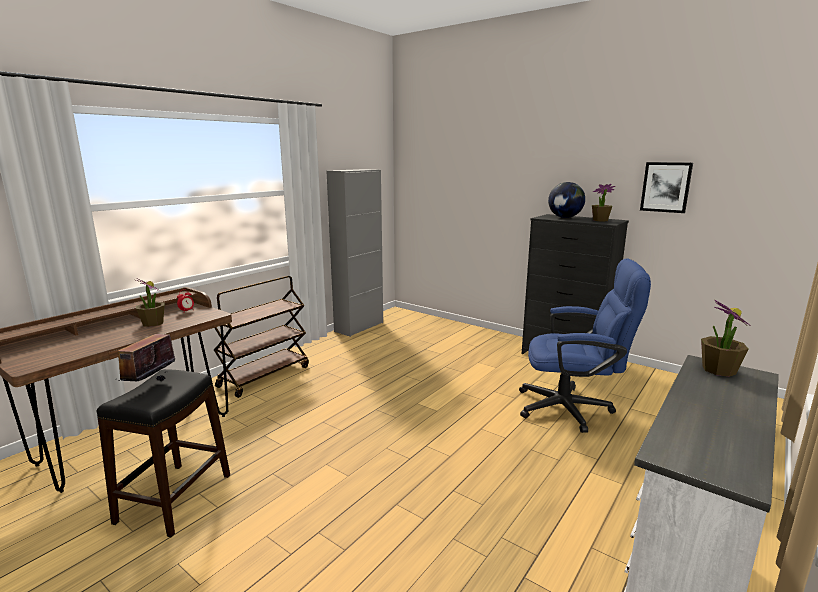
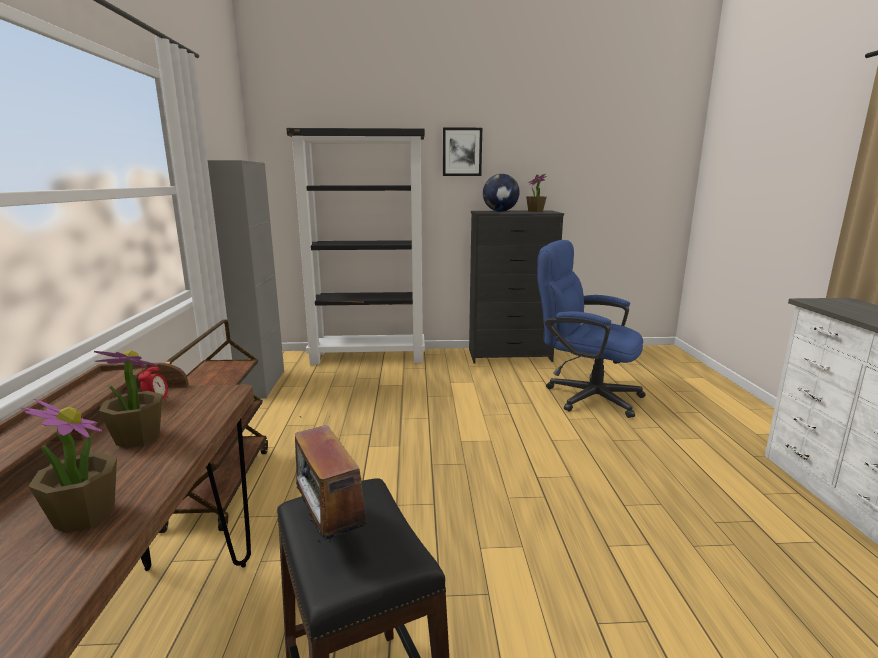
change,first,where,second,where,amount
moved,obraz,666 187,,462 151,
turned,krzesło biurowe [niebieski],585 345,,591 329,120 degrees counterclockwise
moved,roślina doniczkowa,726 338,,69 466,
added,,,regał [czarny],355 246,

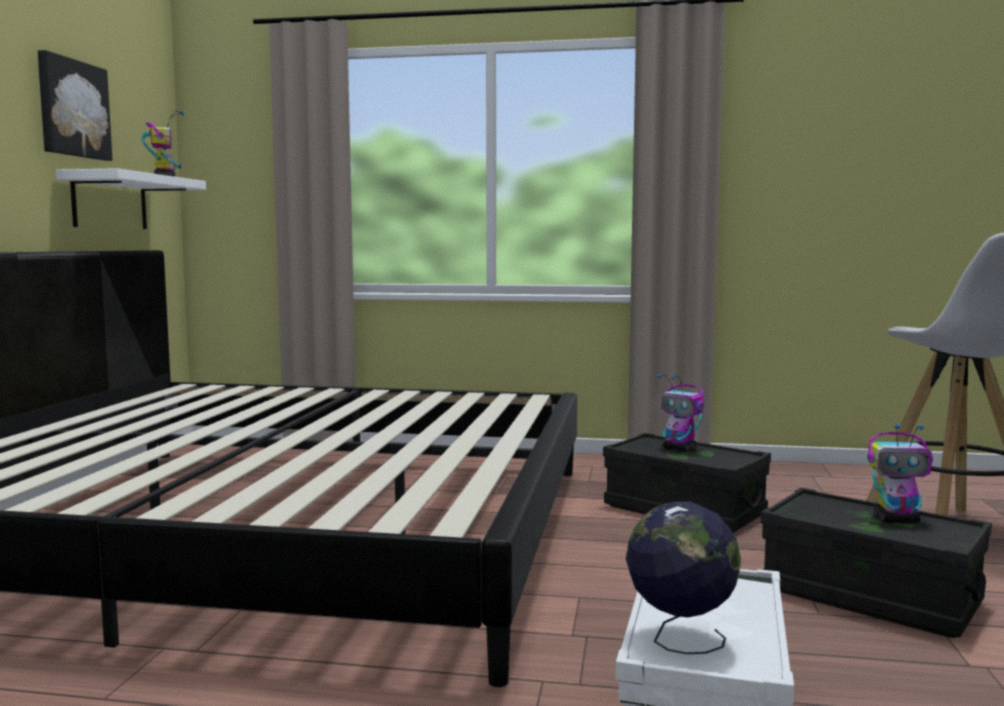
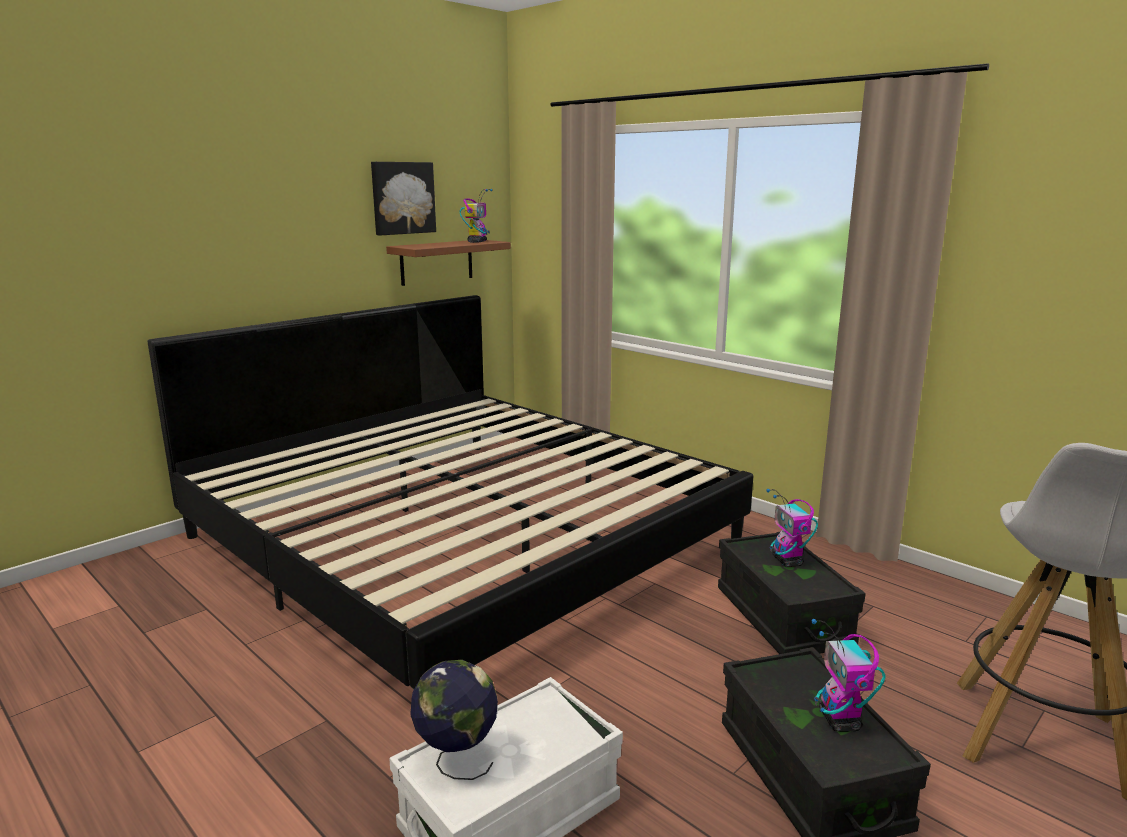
change,first,where,second,where,amount
recoloured,półka [biały],131 198,półka [brązowy],448 263,
turned,robot zabawkowy,900 473,,848 675,45 degrees clockwise

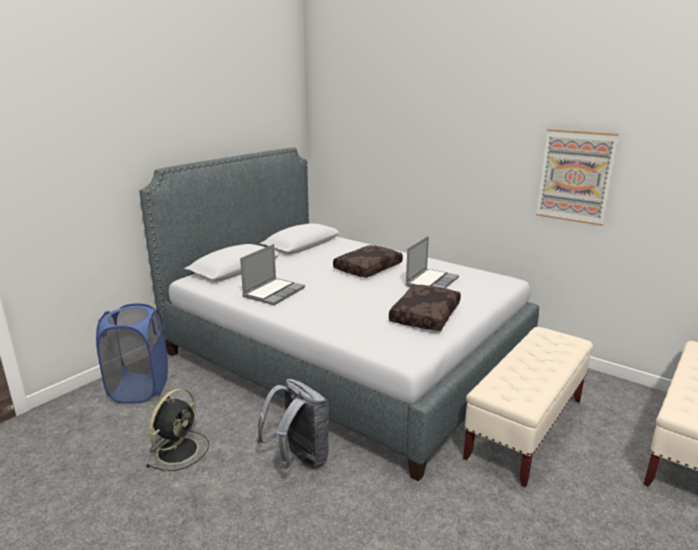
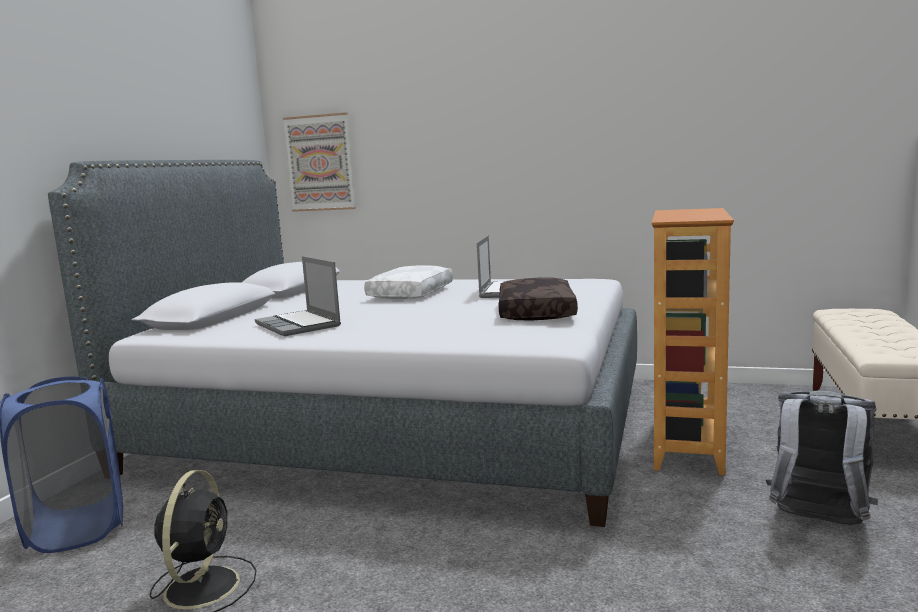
change,first,where,second,where,amount
moved,obraz,577 177,,319 162,
turned,laptop,272 274,,298 296,135 degrees clockwise
recoloured,poduszka [brązowy],368 261,poduszka [biały],408 282,
replaced,ławka [beżowy],528 407,regał,692 341,
moved,plecak [szary],293 424,,822 457,

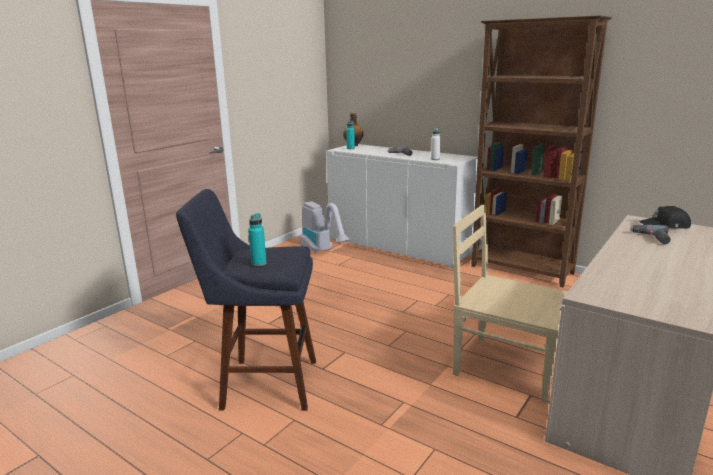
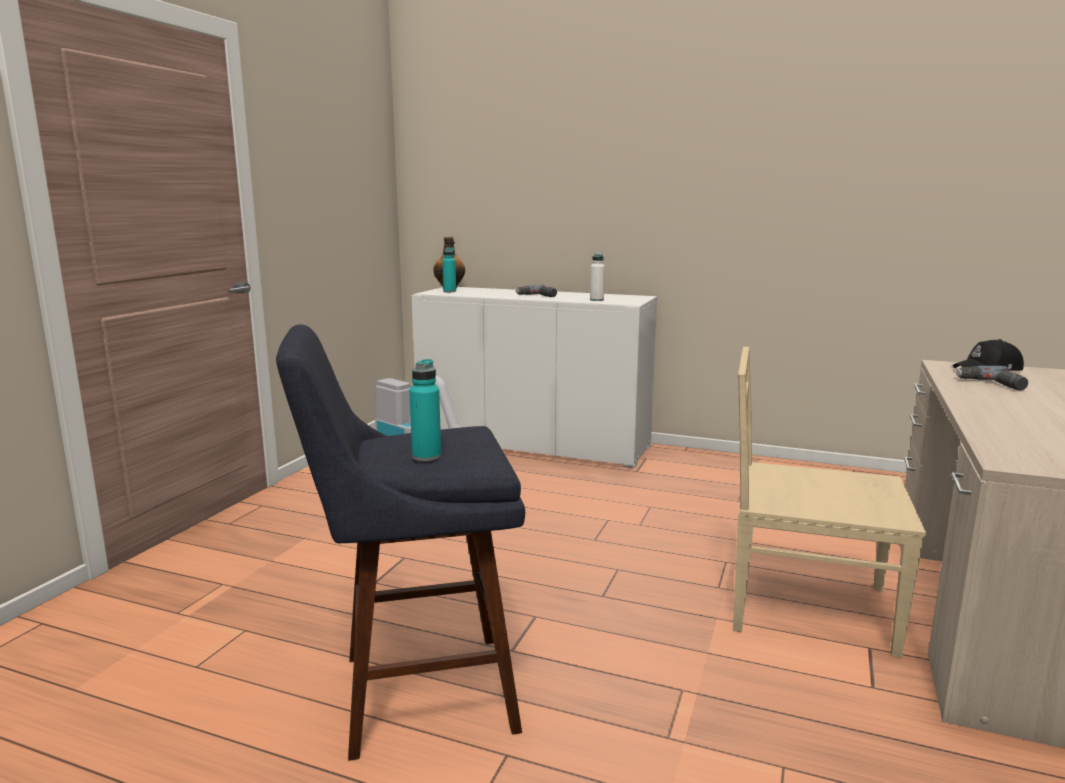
change,first,where,second,where,amount
removed,regał [brązowy],541 151,,,

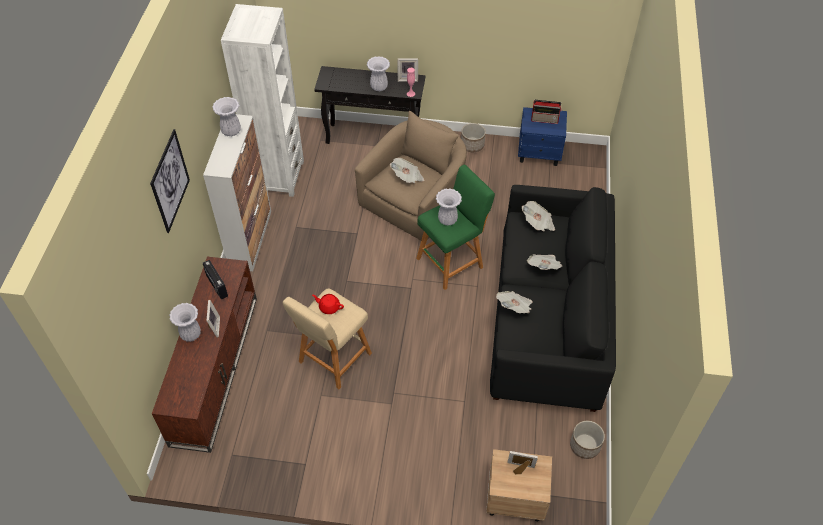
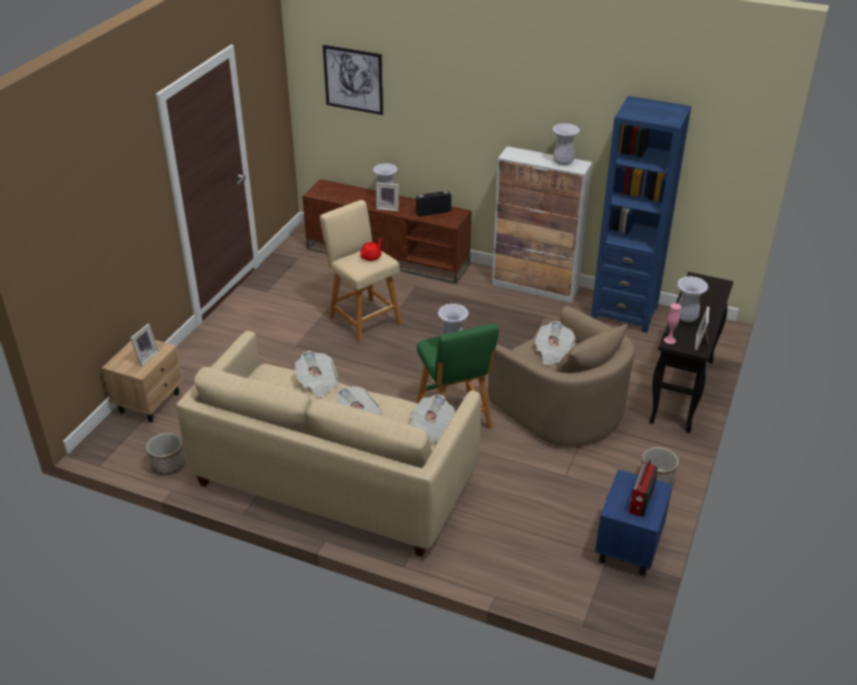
change,first,where,second,where,amount
recoloured,regał [biały],262 100,regał [niebieski],641 214,
moved,obraz,170 181,,353 80,
recoloured,kanapa [czarny],553 298,kanapa [beżowy],328 444,

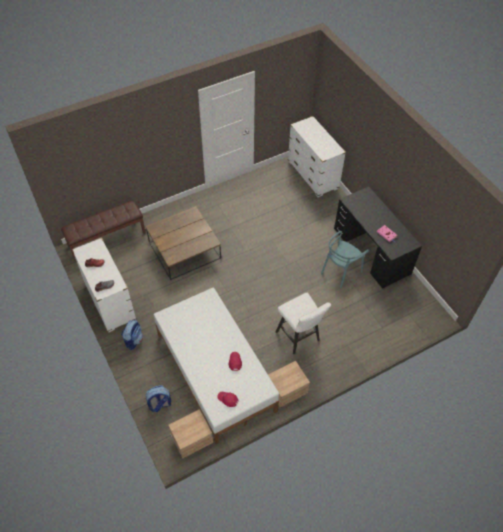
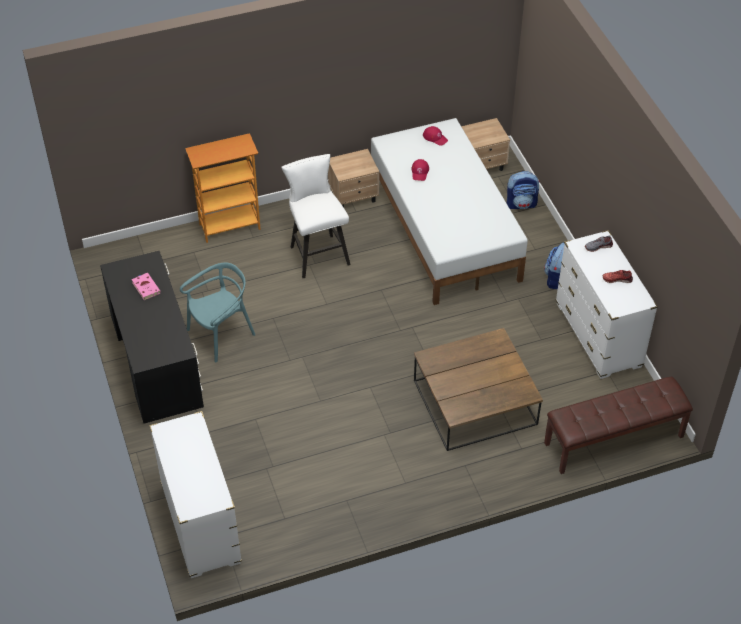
change,first,where,second,where,amount
added,,,regał,223 188,

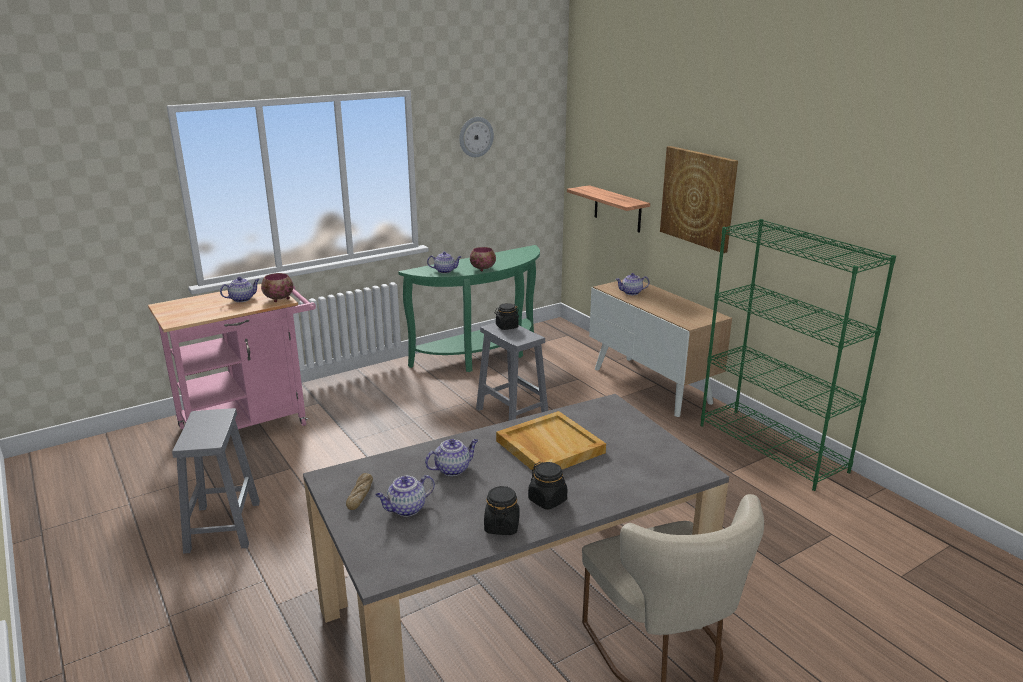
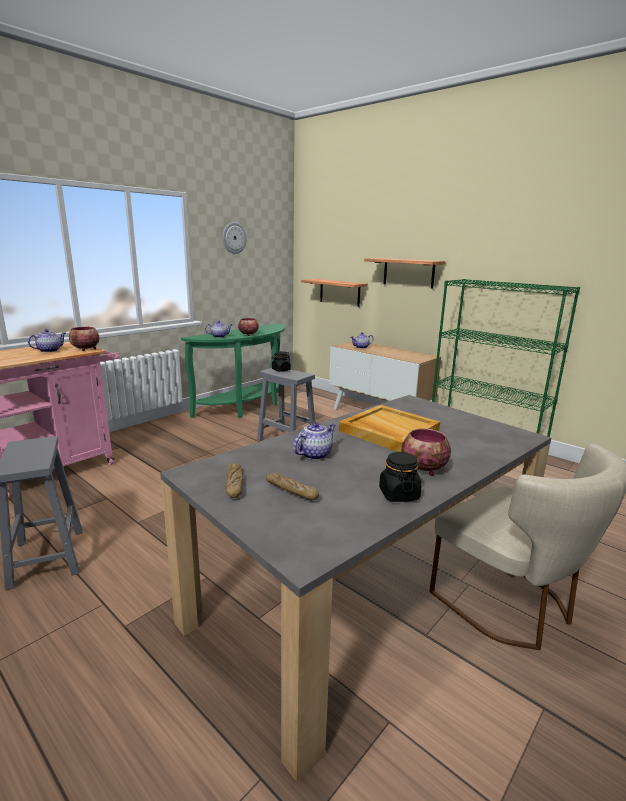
change,first,where,second,where,amount
replaced,obraz,699 199,półka,404 273,
replaced,słoik [czarny],547 486,miska,426 452,
replaced,imbryk,405 496,chleb,292 486,

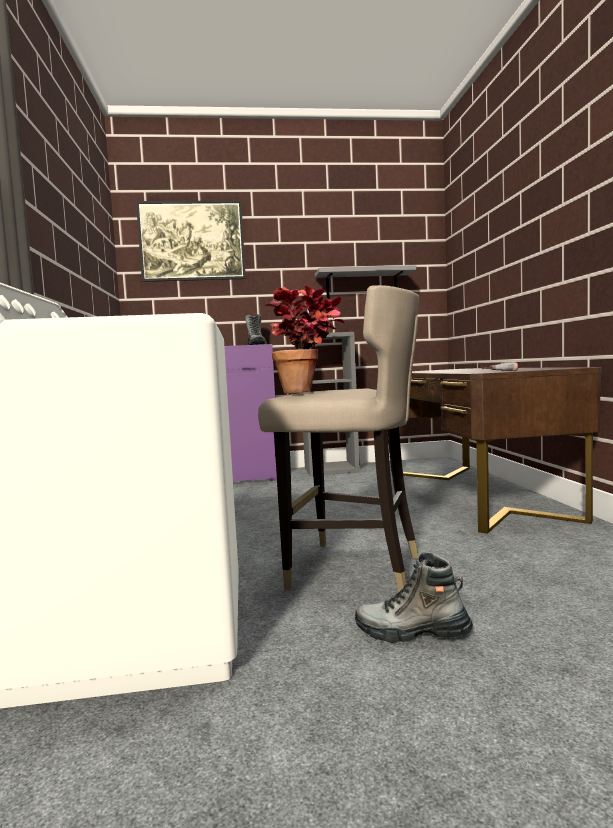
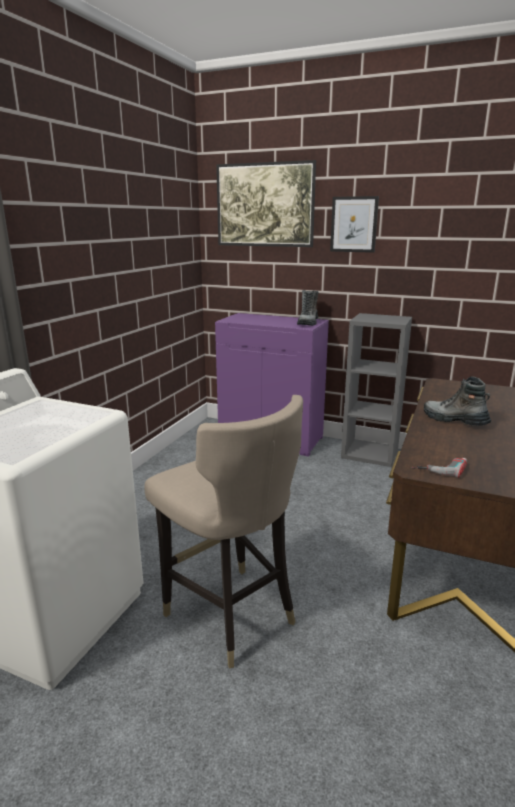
change,first,where,second,where,amount
removed,półka [szary],365 282,,,
removed,roślina doniczkowa,305 340,,,
moved,but z cholewką,414 597,,457 401,
added,,,obraz,354 224,

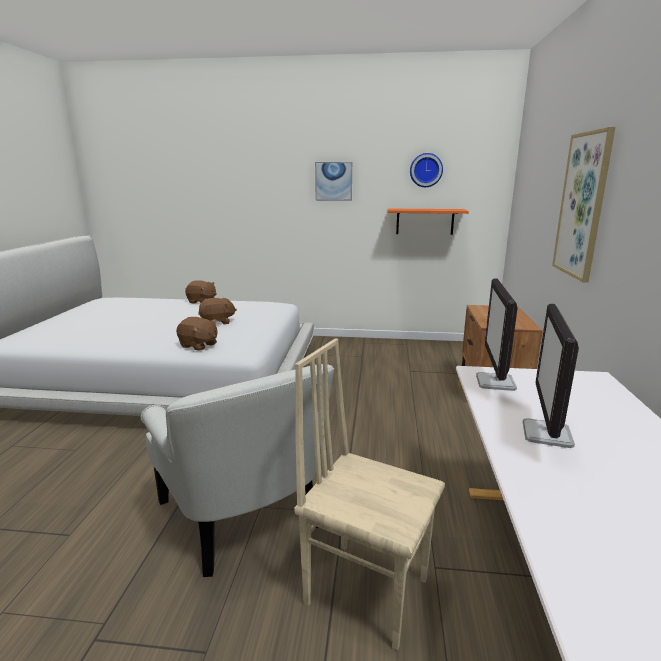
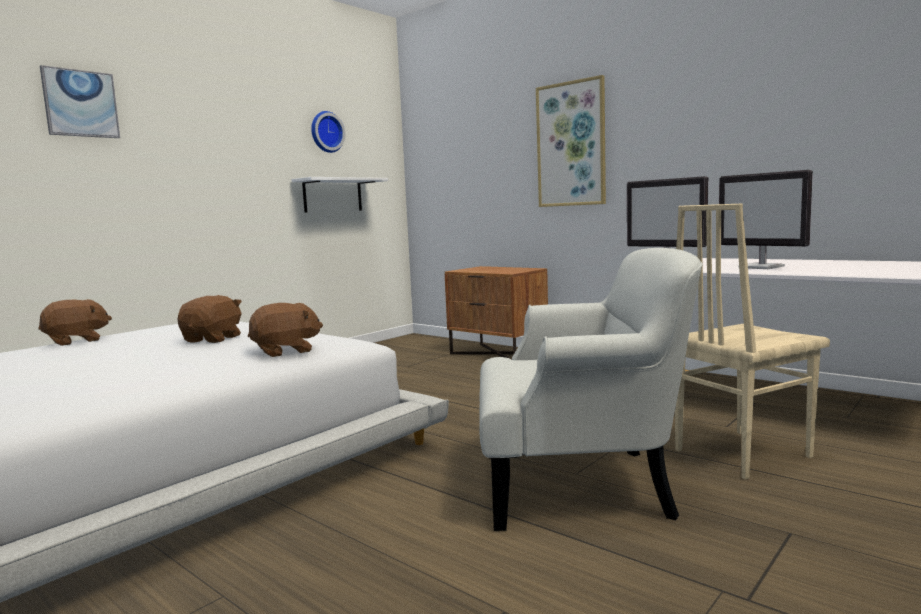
change,first,where,second,where,amount
moved,obraz,333 181,,80 101,
recoloured,półka [pomarańczowy],428 222,półka [biały],339 194,

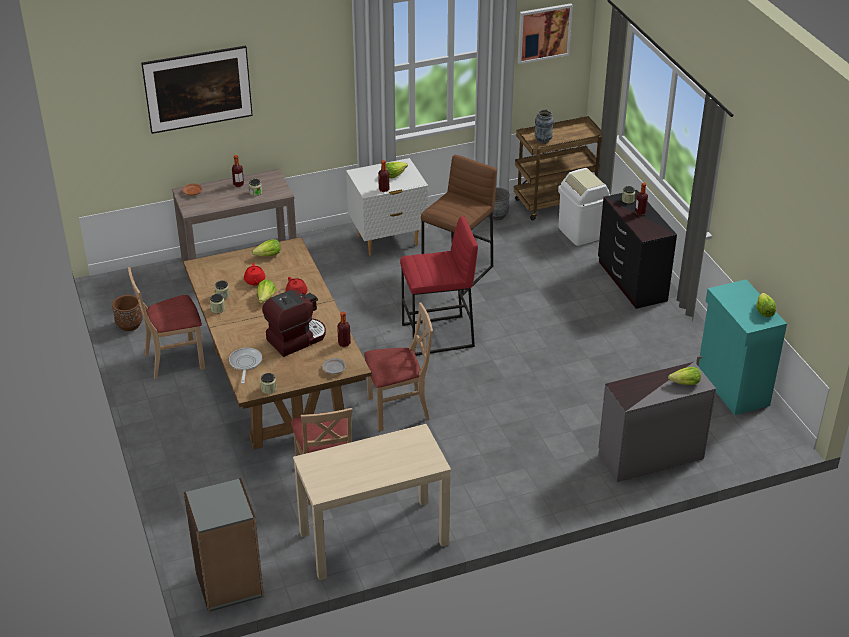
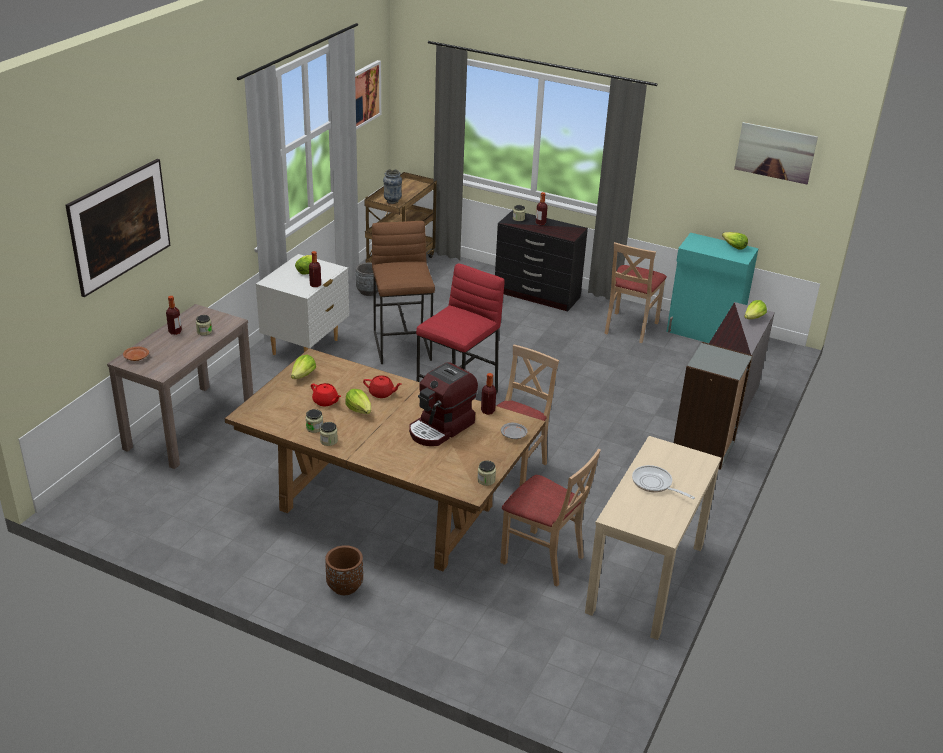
change,first,where,second,where,amount
removed,kosz na śmieci [biały],584 207,,,
moved,krzesło [beżowy],166 323,,635 292,
turned,ekspres do kawy,294 323,,443 404,150 degrees counterclockwise
moved,donica [brązowy],127 313,,344 570,
moved,patelnia,245 366,,663 482,
moved,regał [szary],224 545,,713 406,
added,,,obraz,776 153,

